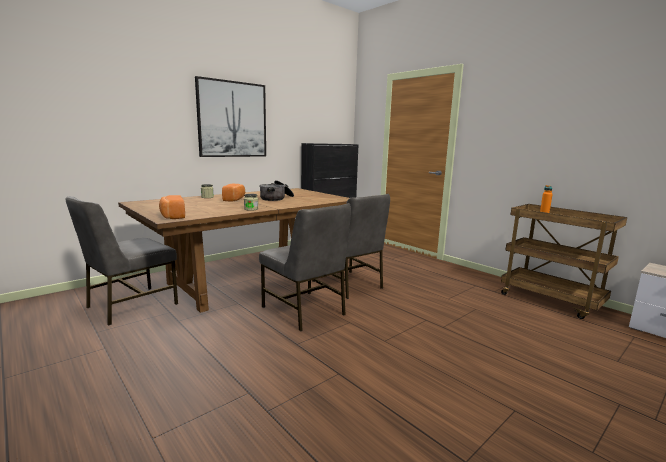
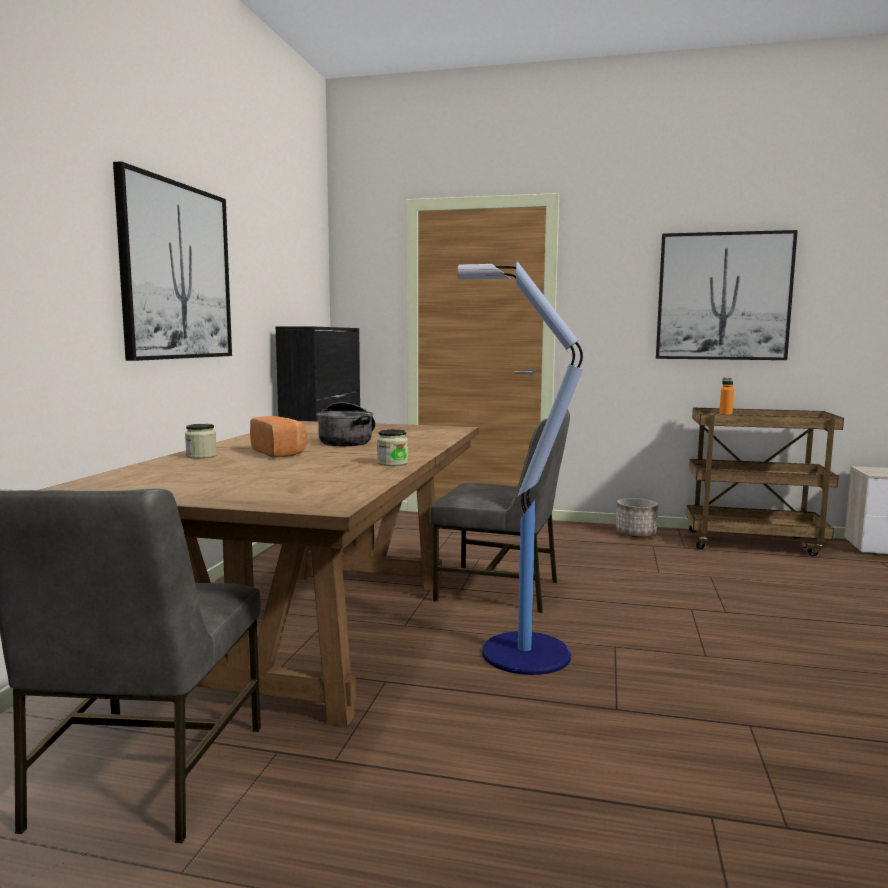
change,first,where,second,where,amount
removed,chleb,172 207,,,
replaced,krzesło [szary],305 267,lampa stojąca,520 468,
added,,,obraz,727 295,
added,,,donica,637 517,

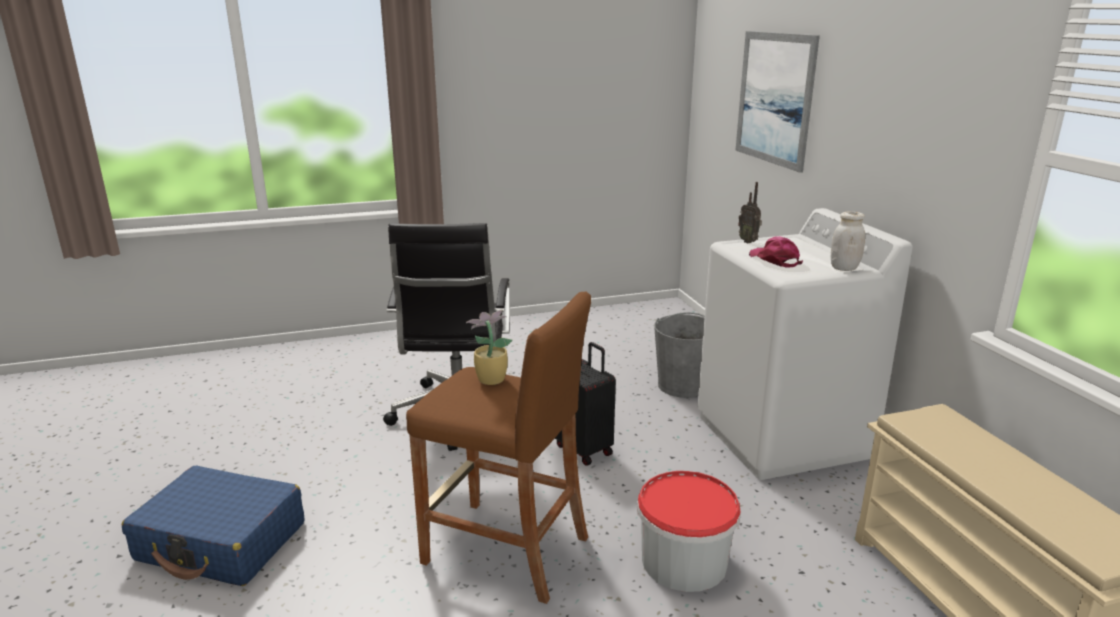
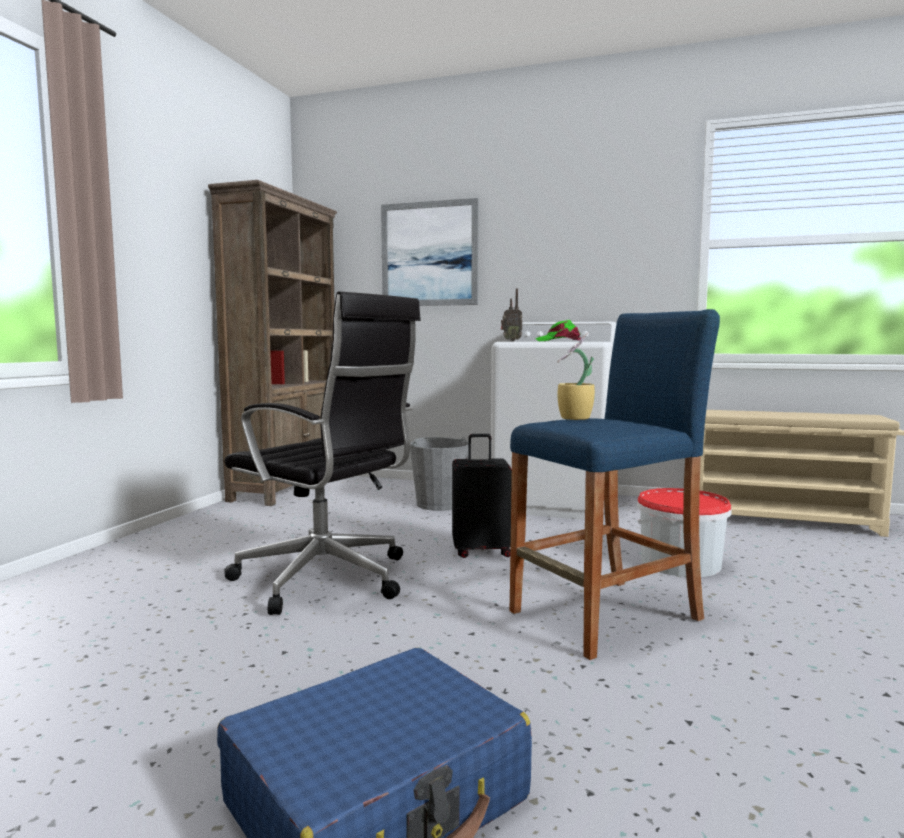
change,first,where,second,where,amount
removed,słoik [biały],848 241,,,
recoloured,czapka z daszkiem [różowy],776 252,czapka z daszkiem [zielony],558 330,
recoloured,stołek [brązowy],498 448,stołek [niebieski],615 484,
added,,,regał [brązowy],272 343,

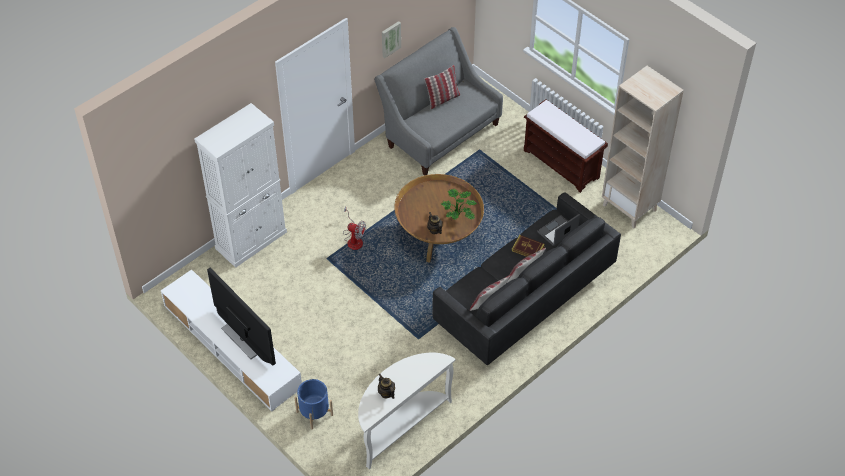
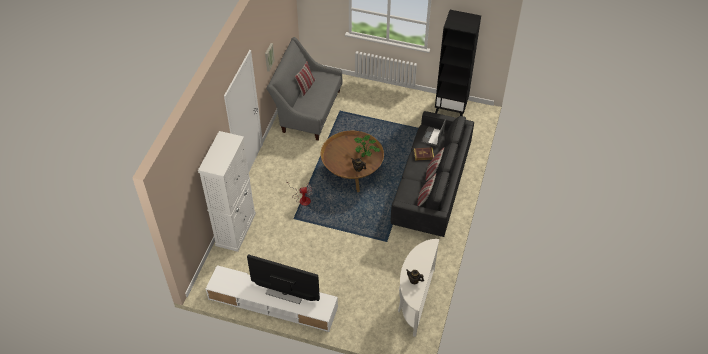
change,first,where,second,where,amount
recoloured,regał [beżowy],643 147,regał [czarny],458 63,
removed,ławka [brązowy],566 146,,,
removed,donica [niebieski],313 404,,,

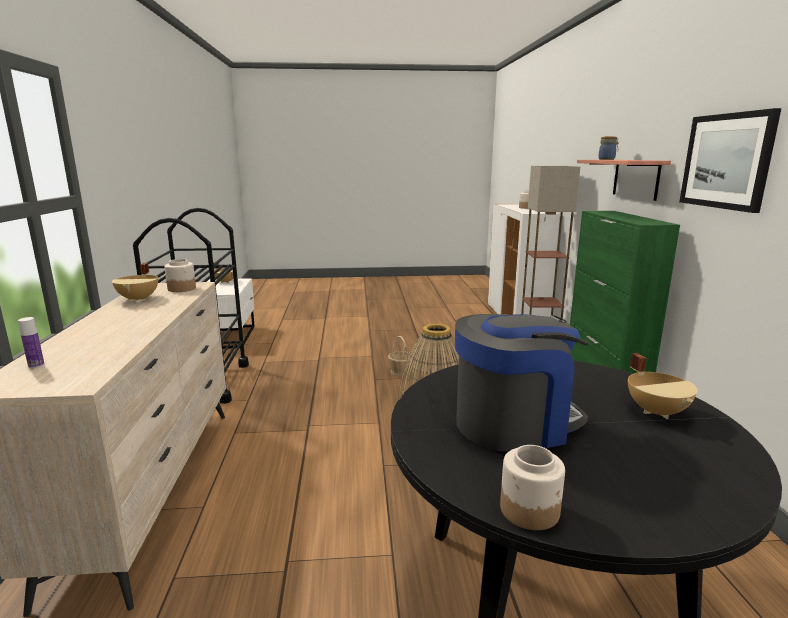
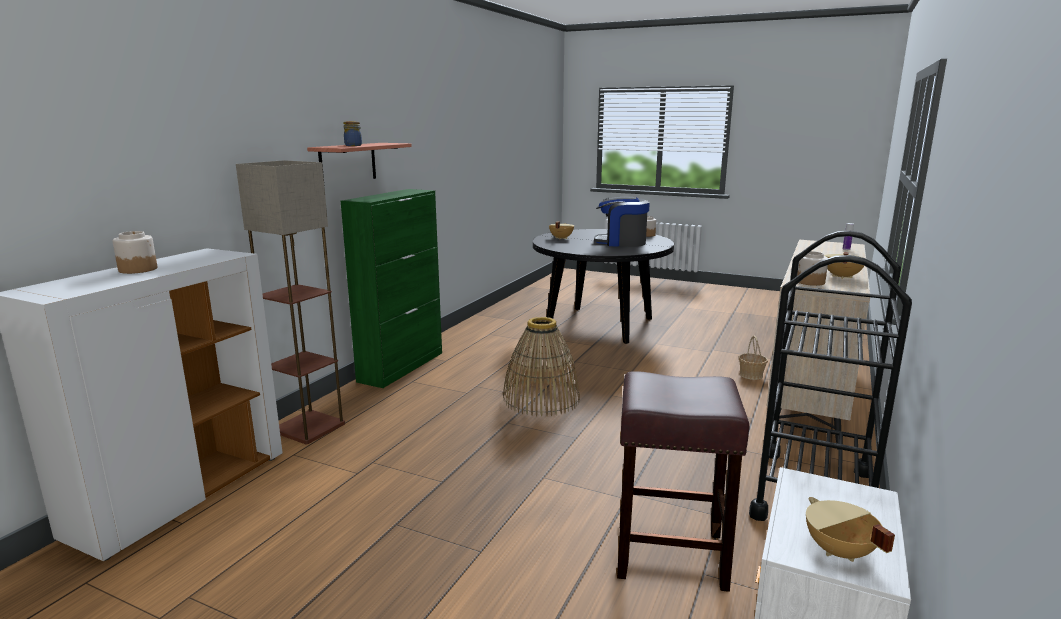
change,first,where,second,where,amount
removed,obraz,730 160,,,
moved,koszyk,400 356,,753 358,
added,,,stołek [brązowy],683 481,

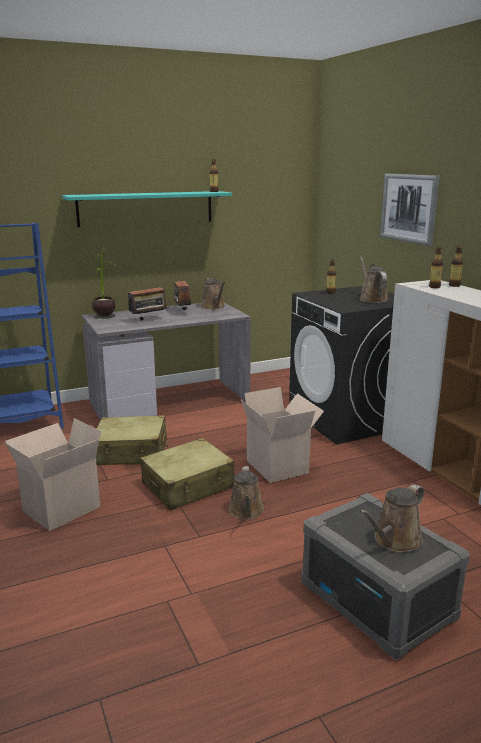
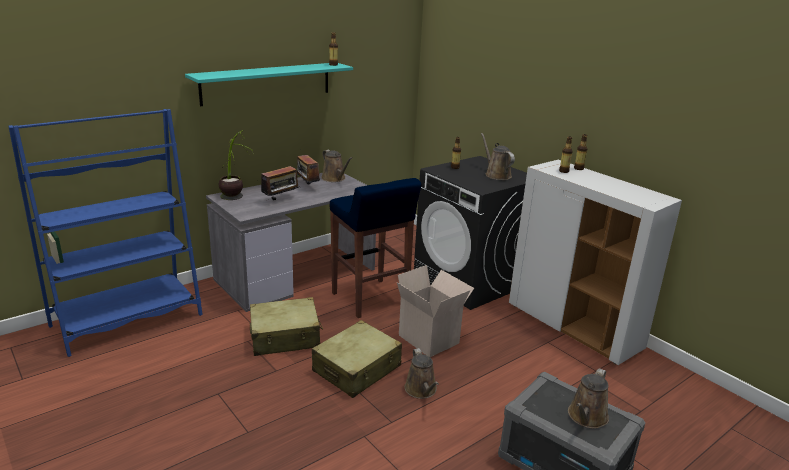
change,first,where,second,where,amount
removed,obraz,410 210,,,
removed,karton,52 474,,,
added,,,stołek [niebieski],376 248,

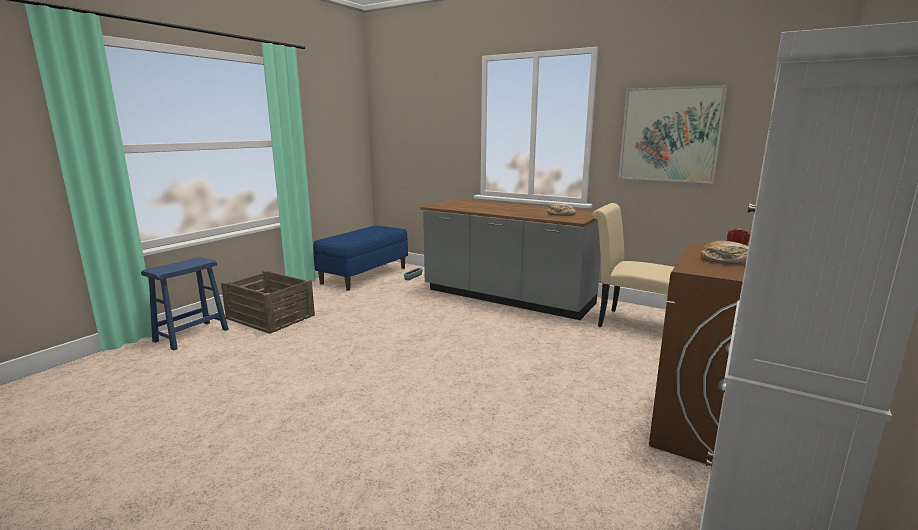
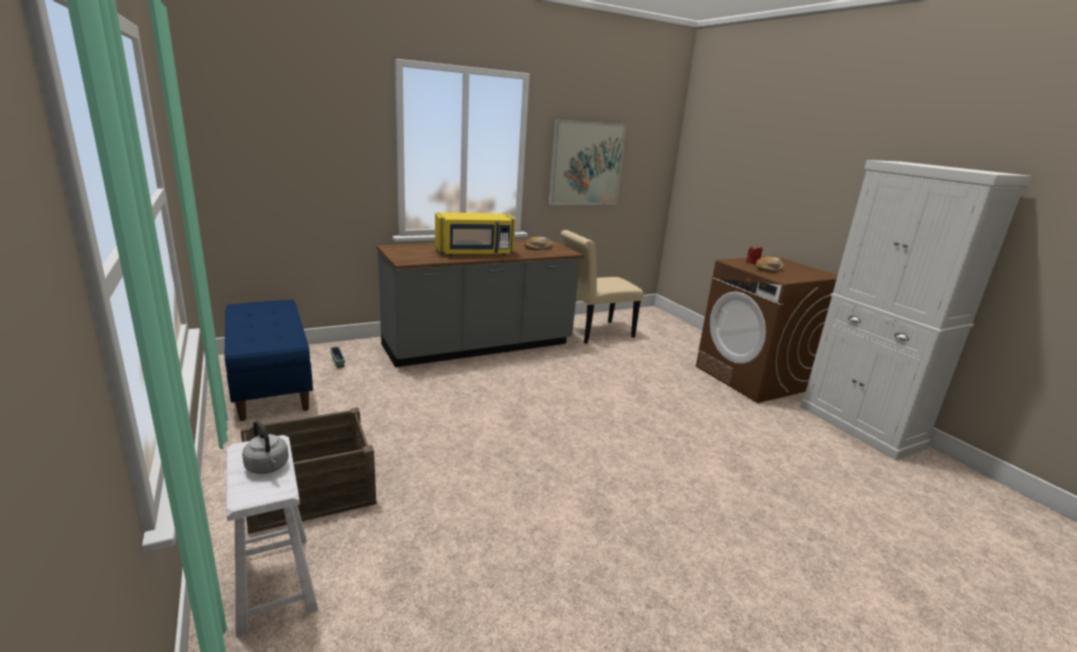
change,first,where,second,where,amount
recoloured,stołek [niebieski],185 303,stołek [biały],272 535,
added,,,mikrofalówka [żółty],475 234,
added,,,czajnik [szary],265 447,

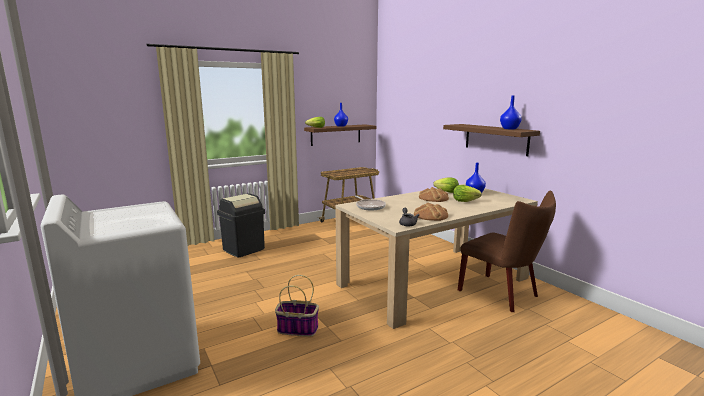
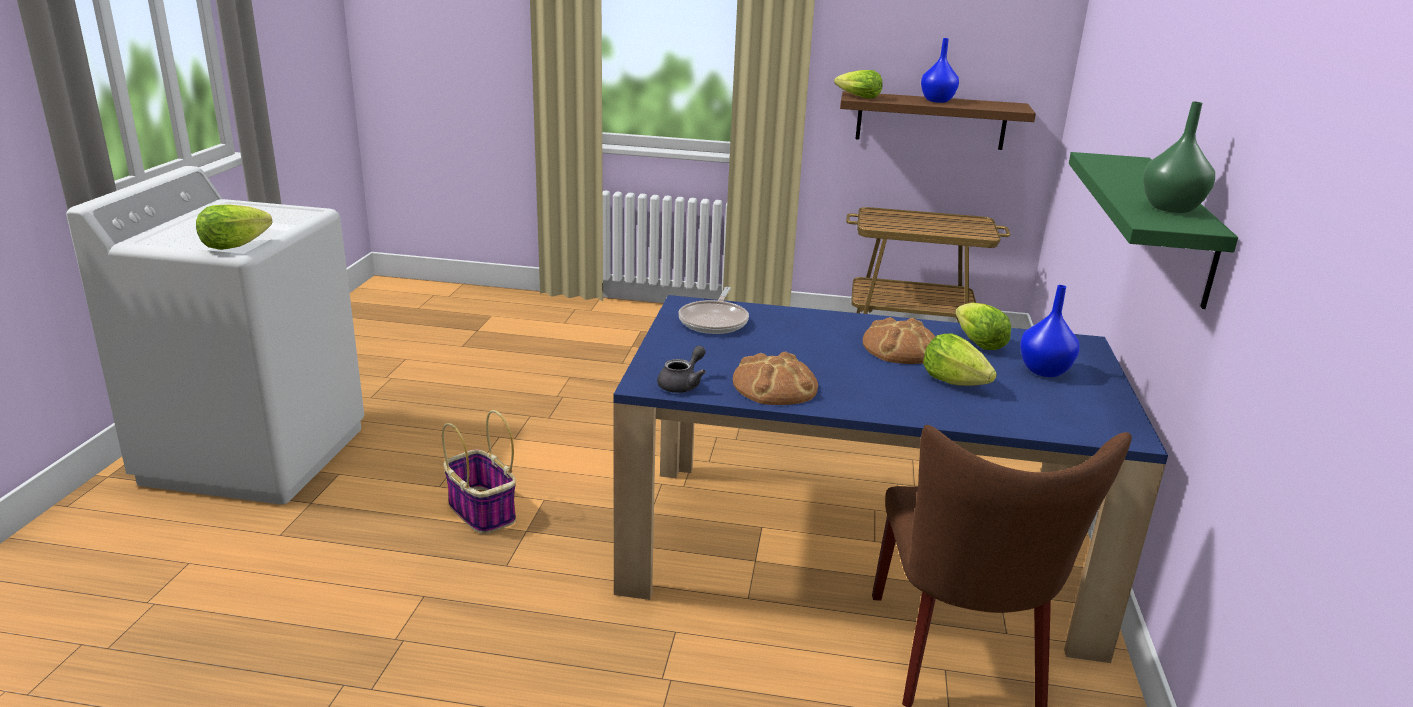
change,first,where,second,where,amount
recoloured,wazon [niebieski],511 112,wazon [zielony],1179 157,
recoloured,półka [brązowy],491 140,półka [zielony],1153 230,
recoloured,stół jadalny [beżowy],436 256,stół jadalny [niebieski],890 479,
removed,kosz na śmieci [czarny],241 225,,,
added,,,sałata,234 227,

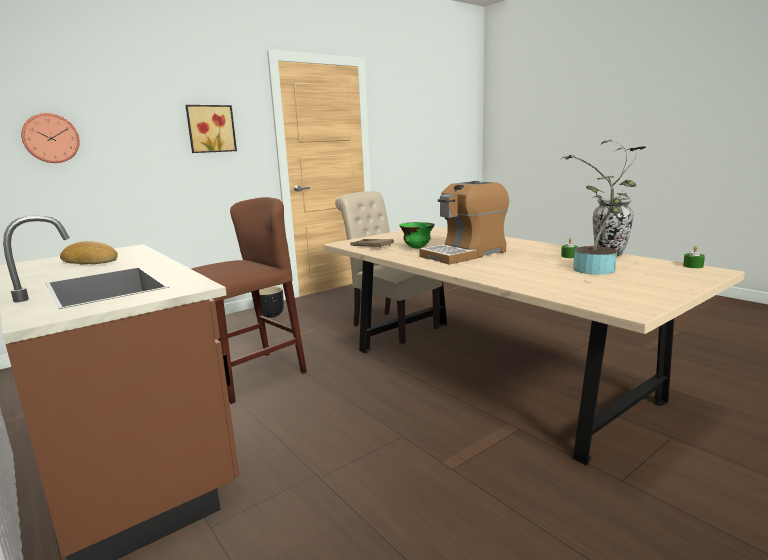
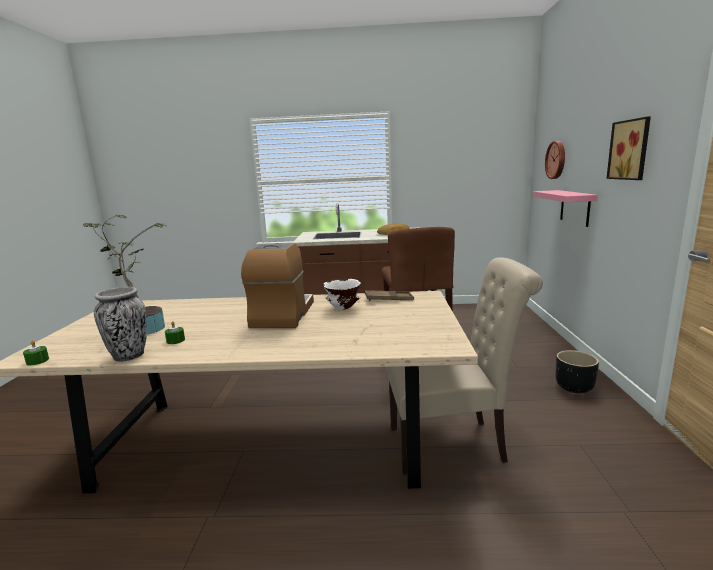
change,first,where,second,where,amount
recoloured,miska [zielony],417 235,miska [biały],342 294,
added,,,półka [różowy],565 208,

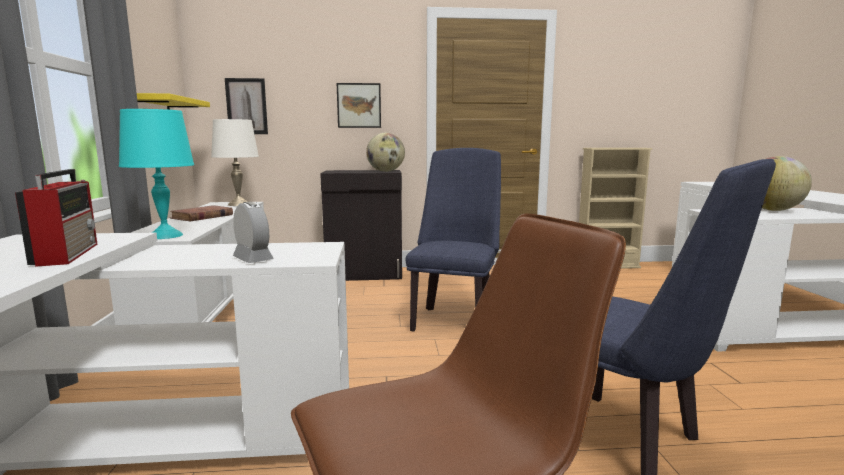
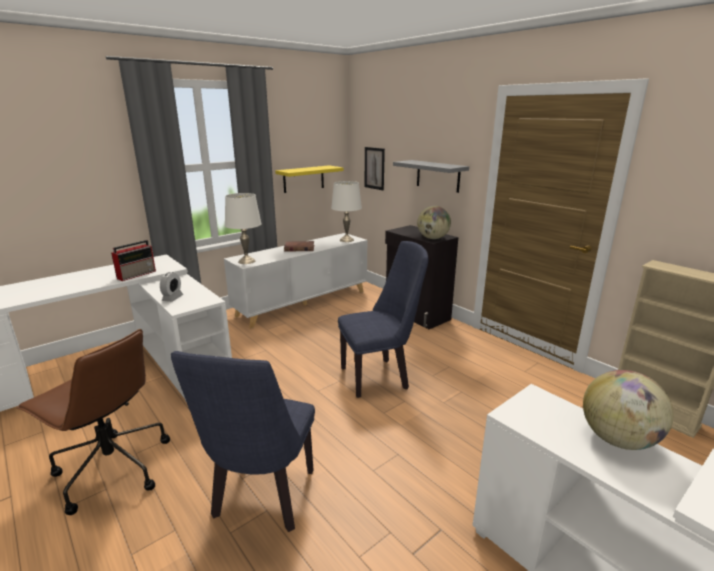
change,first,where,second,where,amount
replaced,obraz,359 105,półka [szary],431 176,
recoloured,lampa stołowa [turkusowy],156 174,lampa stołowa [biały],243 228,

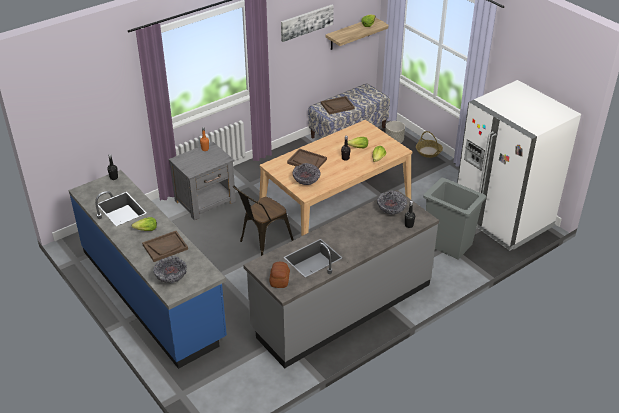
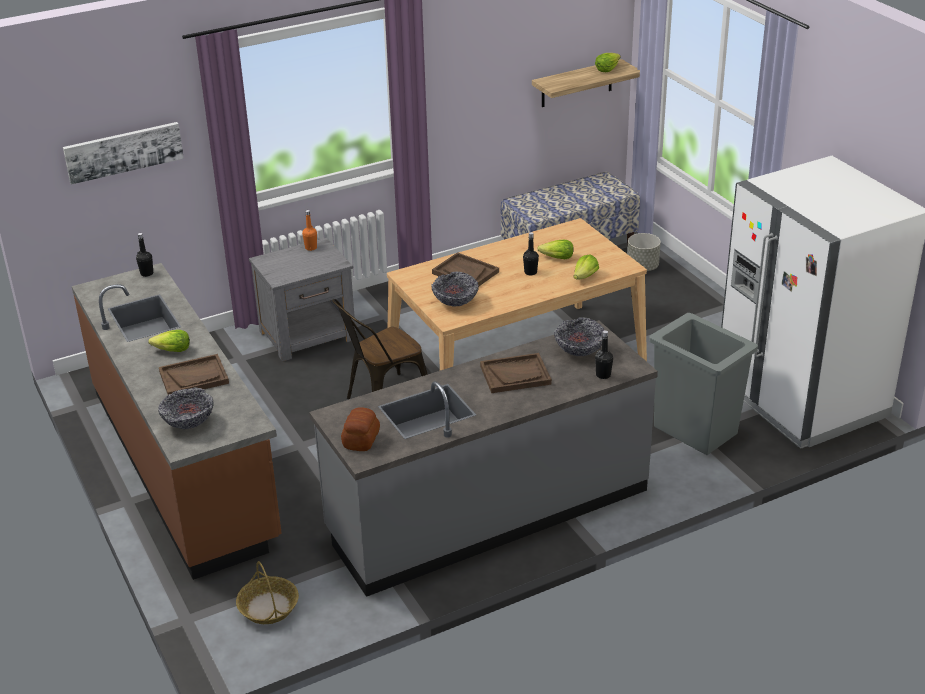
change,first,where,second,where,amount
moved,obraz,307 23,,123 153,
moved,taca [brązowy],338 105,,516 373,
moved,koszyk,429 144,,267 592,
recoloured,zabudowa kuchenna [niebieski],148 269,zabudowa kuchenna [brązowy],177 421,

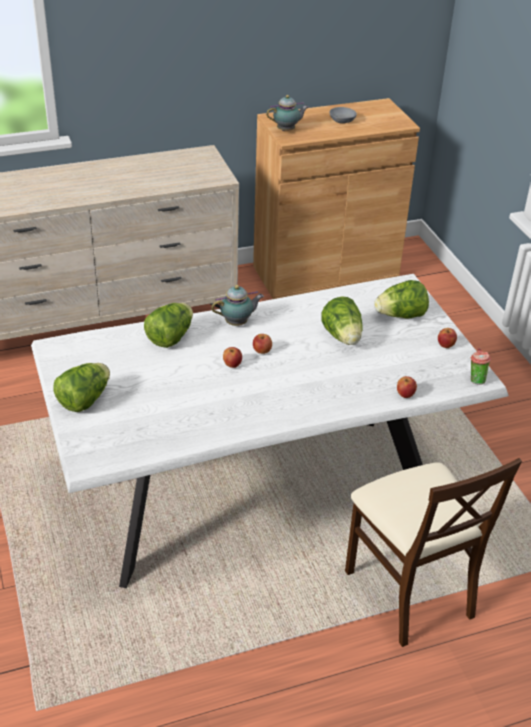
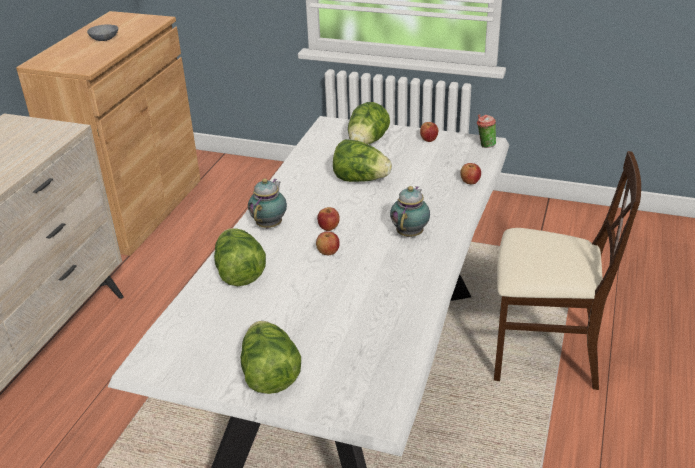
change,first,where,second,where,amount
moved,imbryk,287 113,,410 211,

